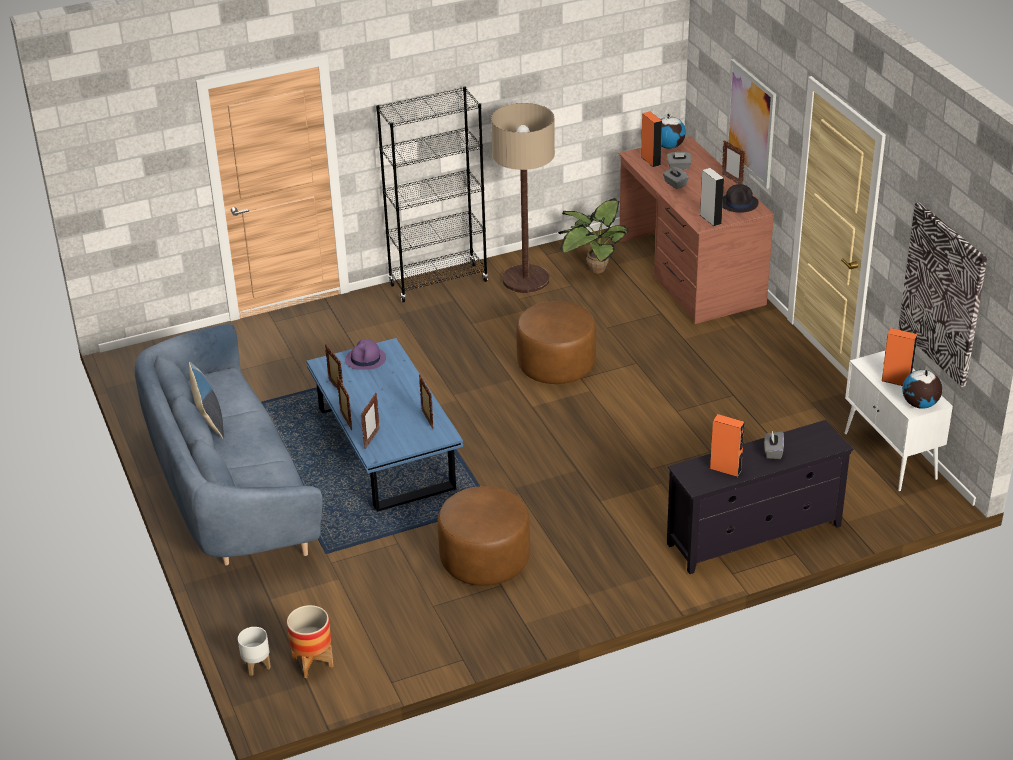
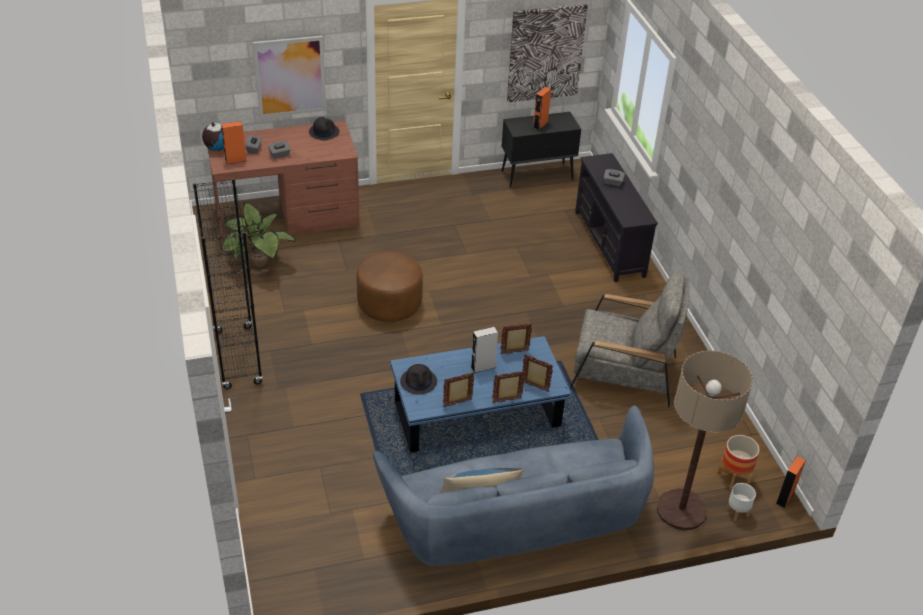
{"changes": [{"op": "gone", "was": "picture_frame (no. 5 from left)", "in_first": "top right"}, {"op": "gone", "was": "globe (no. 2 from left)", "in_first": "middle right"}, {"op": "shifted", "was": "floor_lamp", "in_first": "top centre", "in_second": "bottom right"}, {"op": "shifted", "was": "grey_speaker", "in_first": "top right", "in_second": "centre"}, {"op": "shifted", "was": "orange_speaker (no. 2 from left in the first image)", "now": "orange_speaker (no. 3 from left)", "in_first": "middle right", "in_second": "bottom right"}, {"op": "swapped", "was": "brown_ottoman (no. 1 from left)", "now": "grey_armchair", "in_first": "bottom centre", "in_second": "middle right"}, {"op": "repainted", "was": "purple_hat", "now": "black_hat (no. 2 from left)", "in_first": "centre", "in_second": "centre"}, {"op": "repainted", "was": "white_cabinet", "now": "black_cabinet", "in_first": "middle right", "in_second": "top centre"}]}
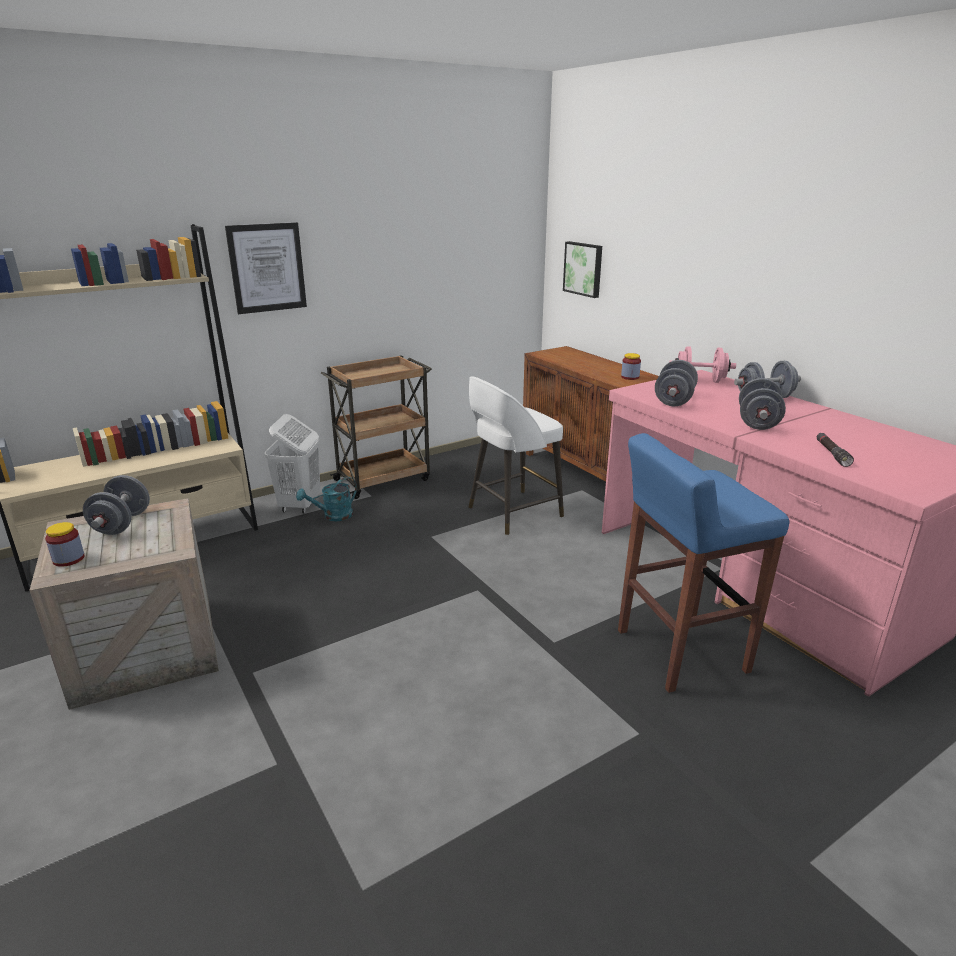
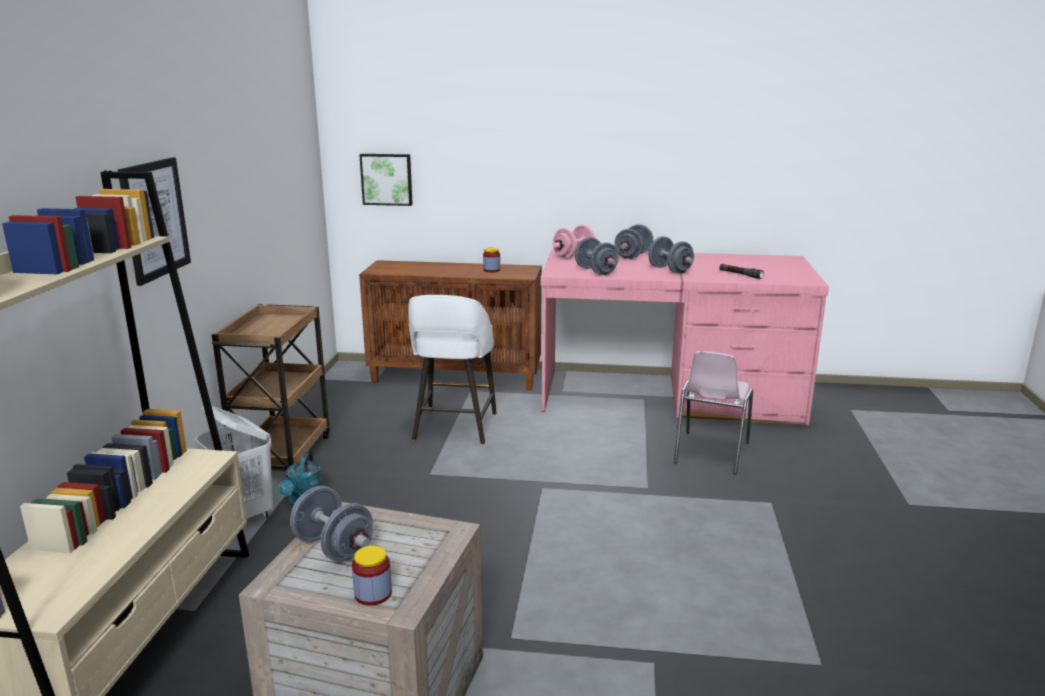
{"changes": [{"op": "swapped", "was": "blue_stool", "now": "pink_chair", "in_first": "middle right", "in_second": "middle right"}]}
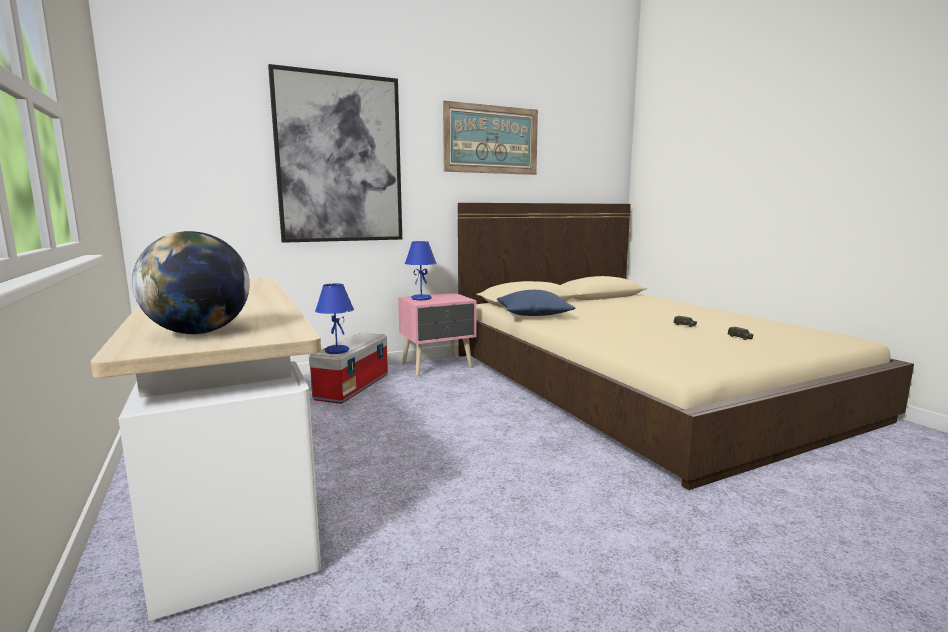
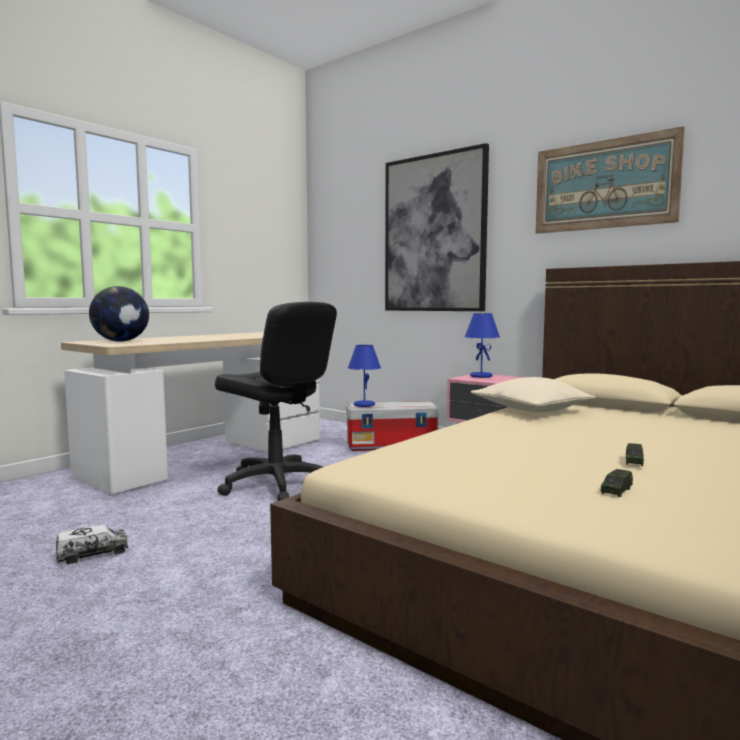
{"changes": [{"op": "new", "now": "toy_truck", "in_second": "bottom left"}, {"op": "new", "now": "black_office_chair", "in_second": "centre"}, {"op": "repainted", "was": "blue_pillow", "now": "beige_pillow", "in_first": "centre", "in_second": "middle right"}]}
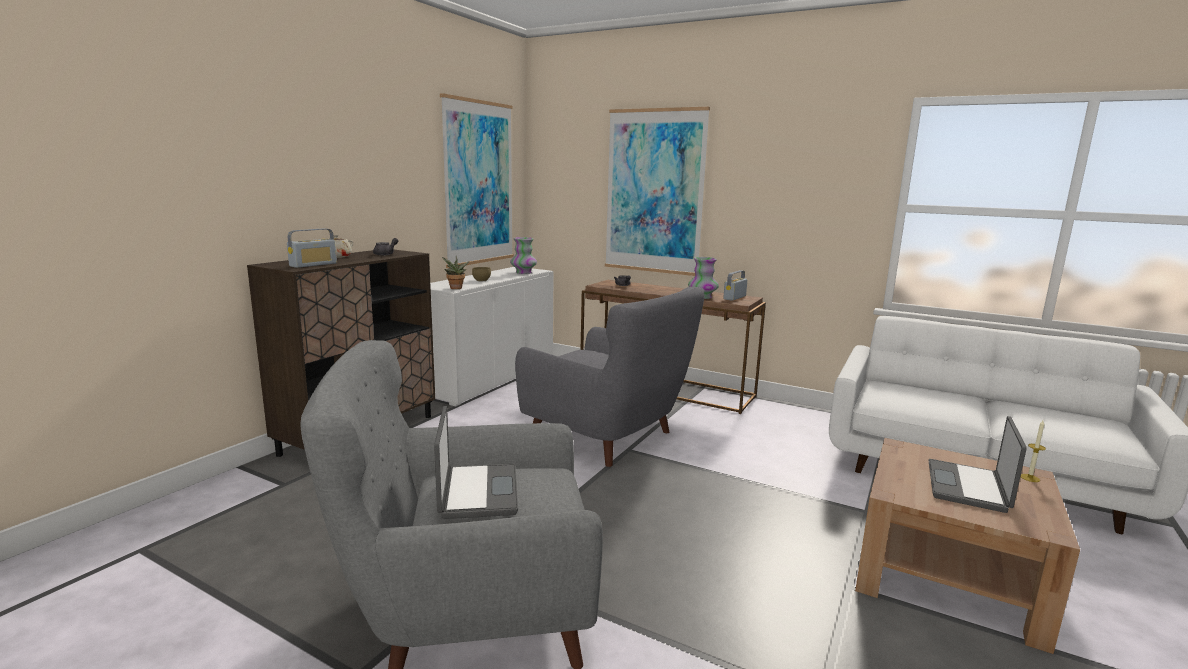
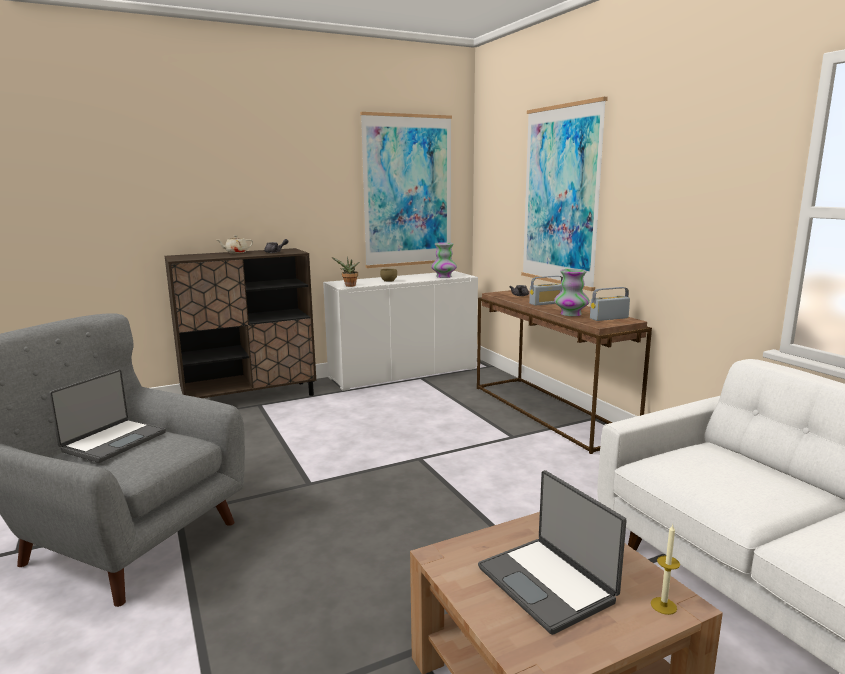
{"changes": [{"op": "gone", "was": "grey_armchair (no. 2 from left)", "in_first": "centre"}, {"op": "shifted", "was": "radio (no. 1 from left)", "in_first": "middle left", "in_second": "centre"}, {"op": "rotated", "was": "laptop (no. 2 from left)", "in_first": "bottom right", "in_second": "bottom centre", "clockwise": -90}]}
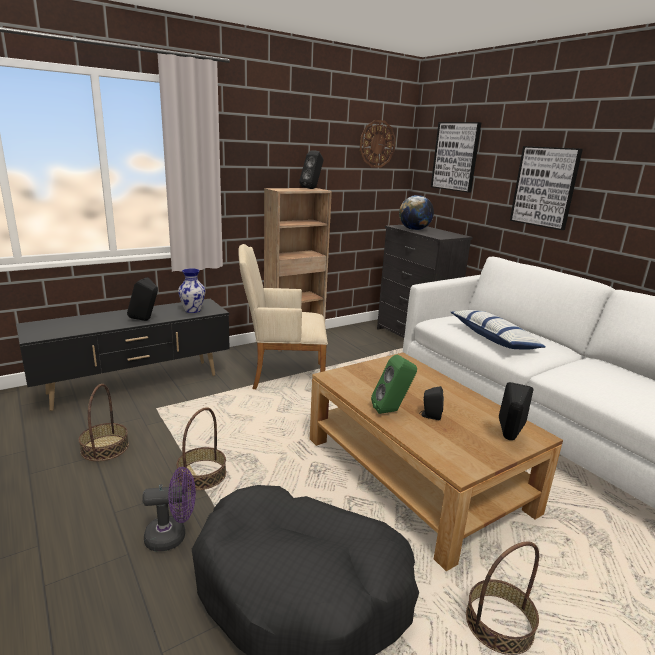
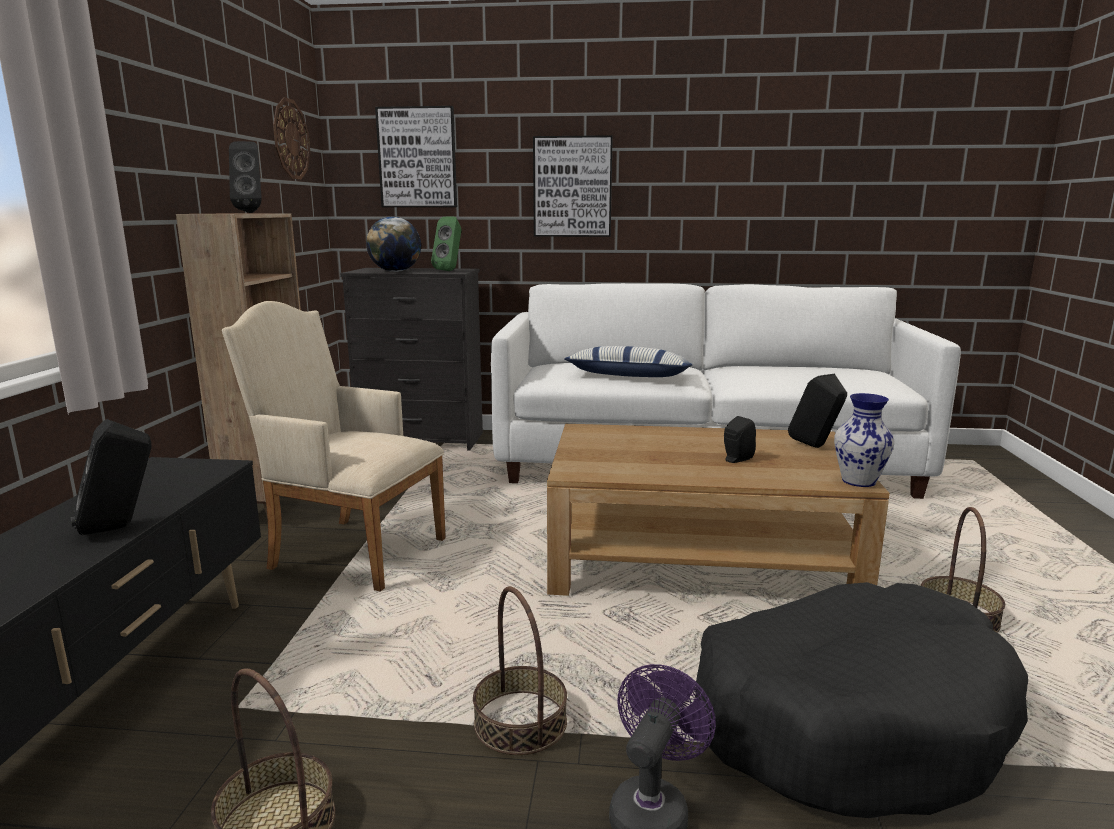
{"changes": [{"op": "shifted", "was": "vase", "in_first": "middle left", "in_second": "middle right"}, {"op": "shifted", "was": "green_speaker", "in_first": "centre", "in_second": "top centre"}, {"op": "rotated", "was": "beige_armchair", "in_first": "centre", "in_second": "middle left", "clockwise": 75}]}
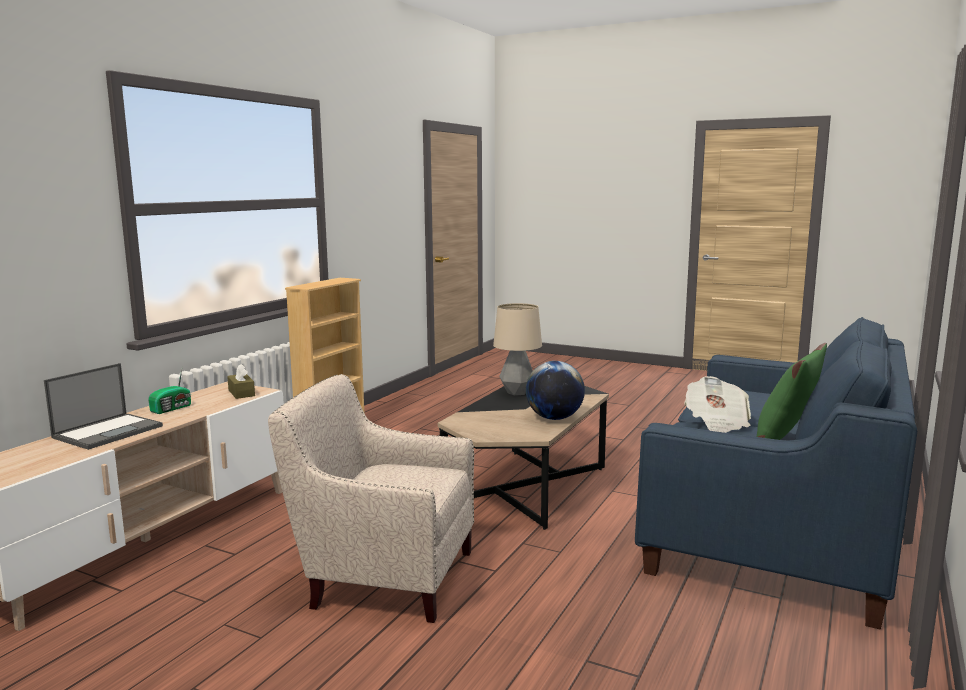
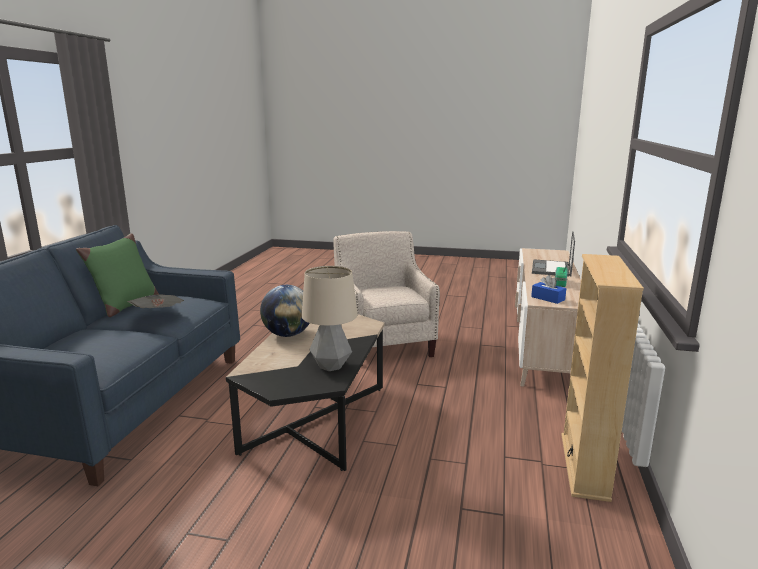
{"changes": [{"op": "repainted", "was": "brown_tissue_box", "now": "blue_tissue_box", "in_first": "middle left", "in_second": "middle right"}, {"op": "rotated", "was": "beige_armchair", "in_first": "bottom centre", "in_second": "centre", "clockwise": -105}]}
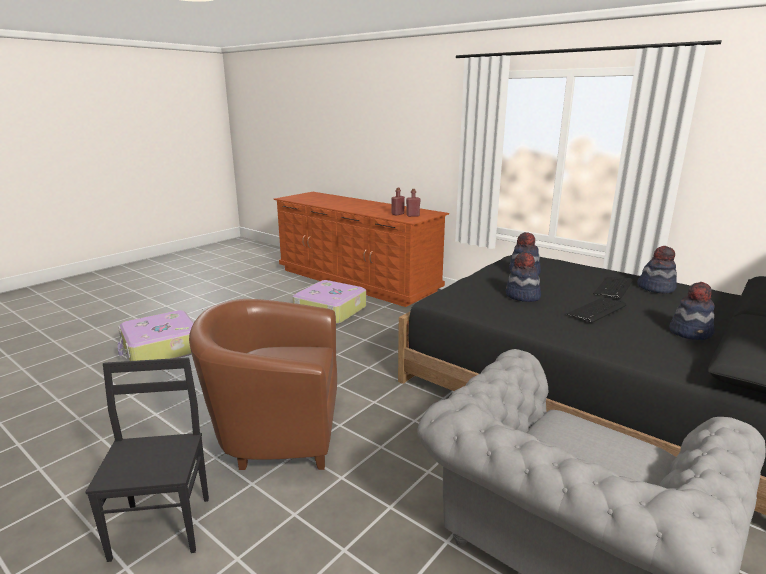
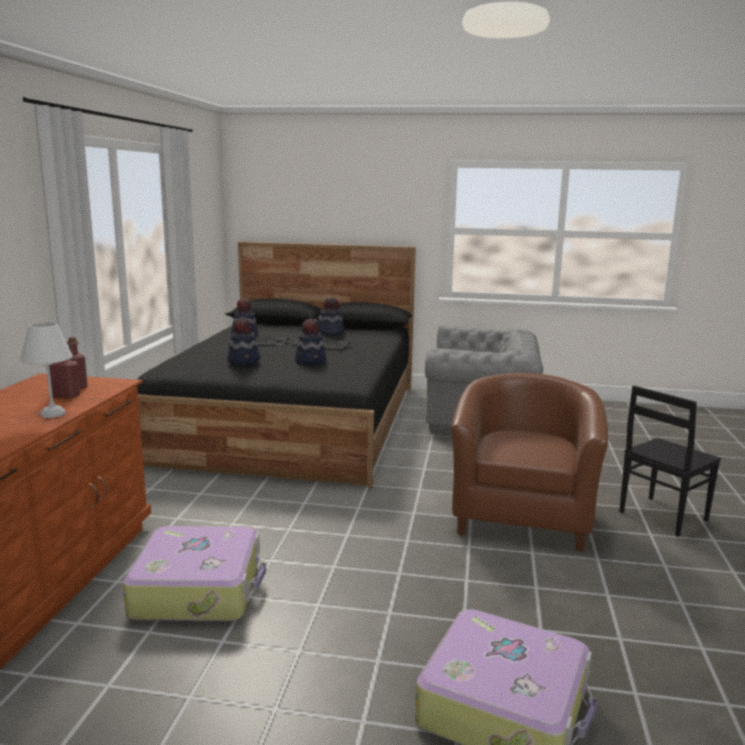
{"changes": [{"op": "new", "now": "white_table_lamp", "in_second": "middle left"}, {"op": "rotated", "was": "brown_armchair", "in_first": "bottom centre", "in_second": "middle right", "clockwise": -135}]}
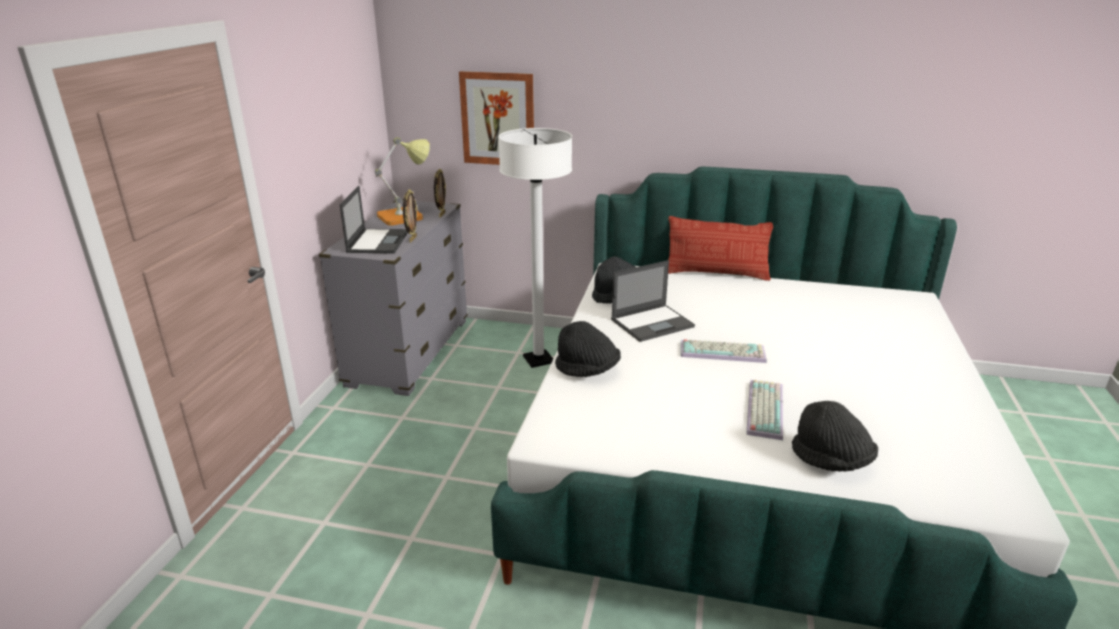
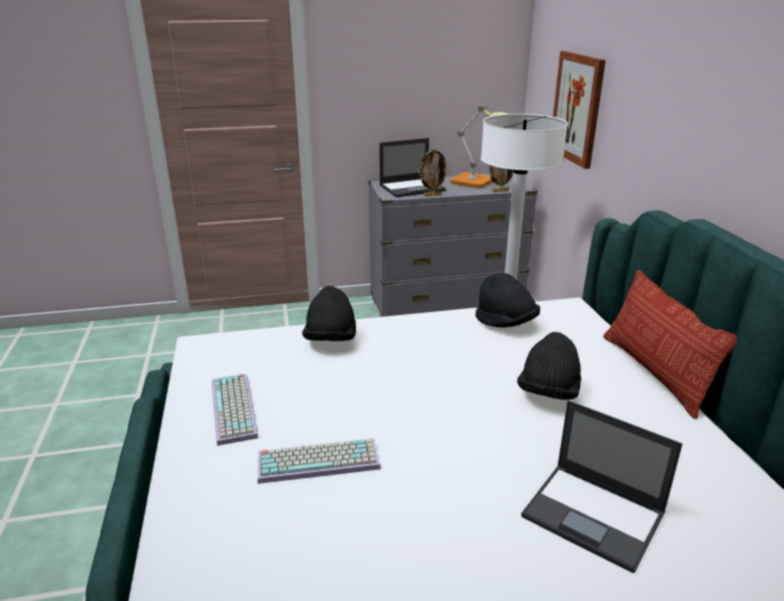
{"changes": [{"op": "shifted", "was": "laptop (no. 2 from left)", "in_first": "centre", "in_second": "bottom right"}, {"op": "shifted", "was": "keyboard (no. 1 from left)", "in_first": "centre", "in_second": "bottom left"}, {"op": "shifted", "was": "black_hat (no. 3 from left)", "in_first": "bottom right", "in_second": "middle right"}]}
